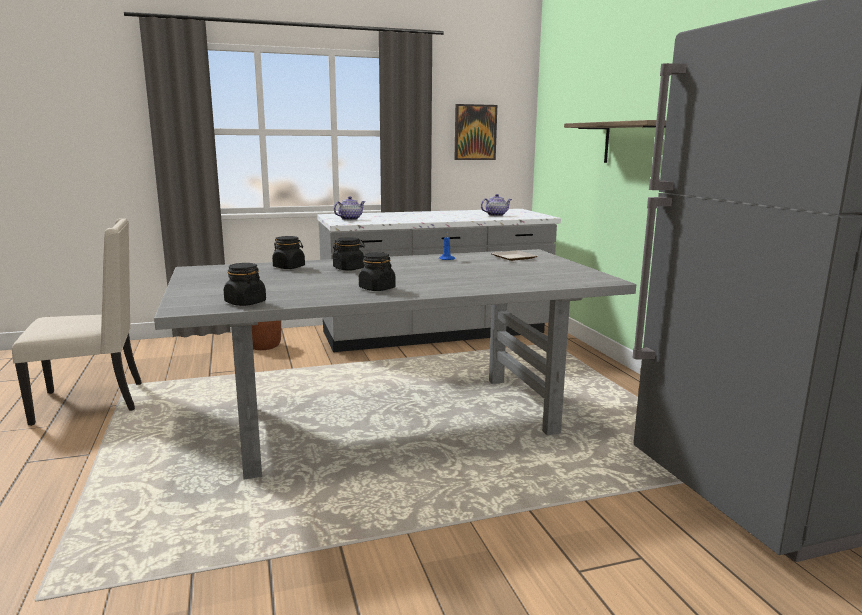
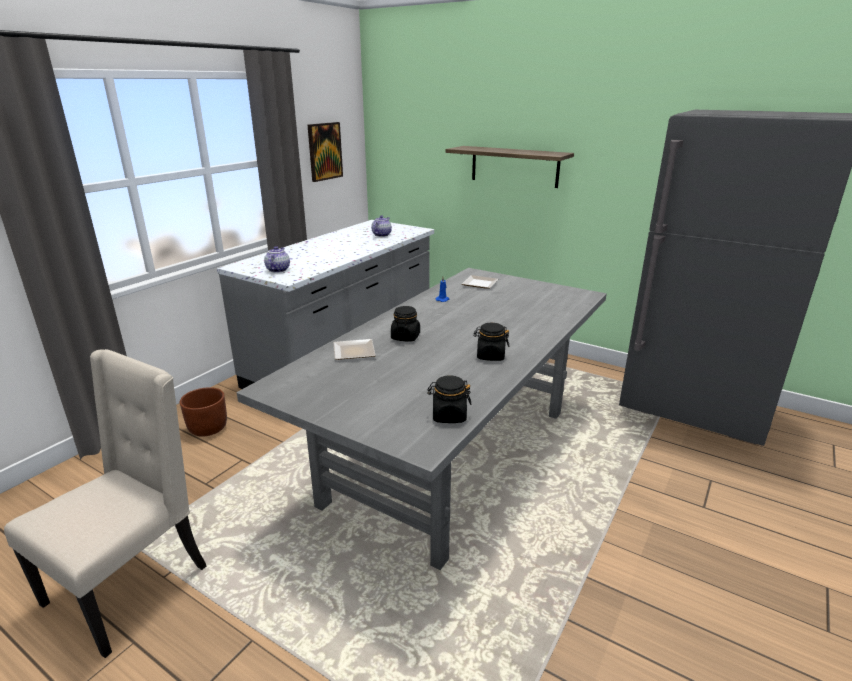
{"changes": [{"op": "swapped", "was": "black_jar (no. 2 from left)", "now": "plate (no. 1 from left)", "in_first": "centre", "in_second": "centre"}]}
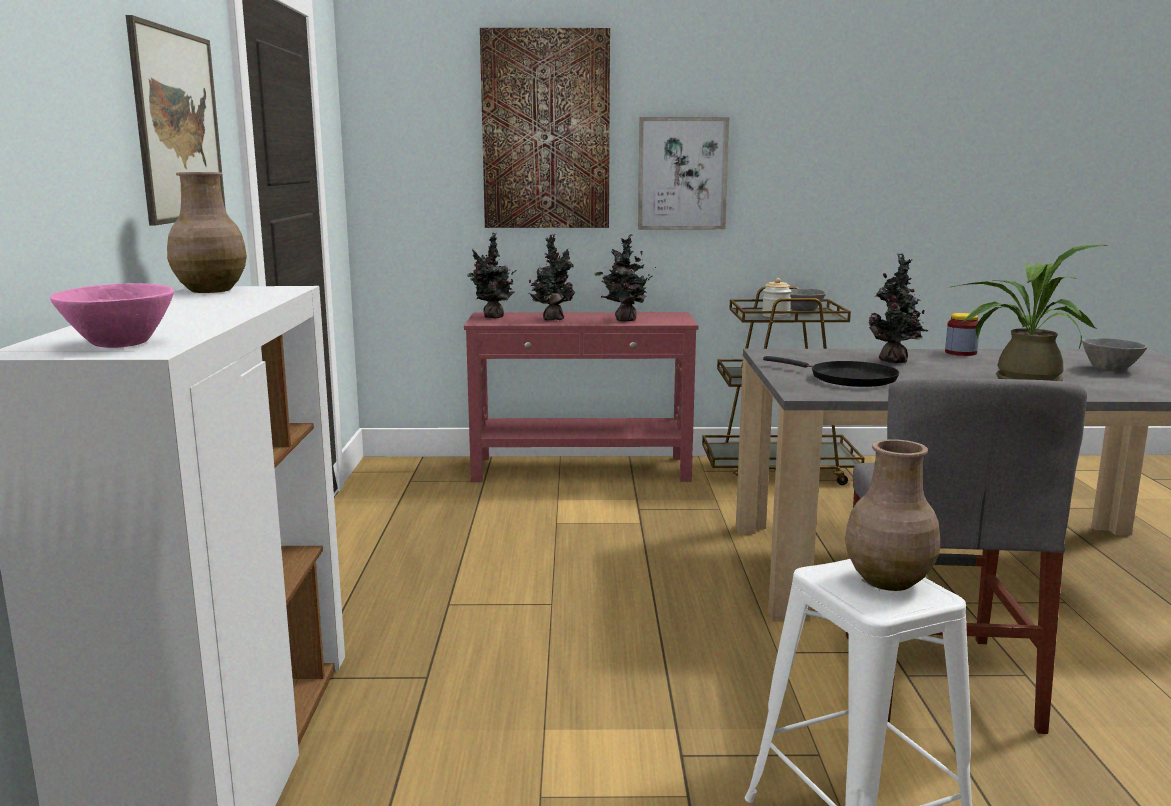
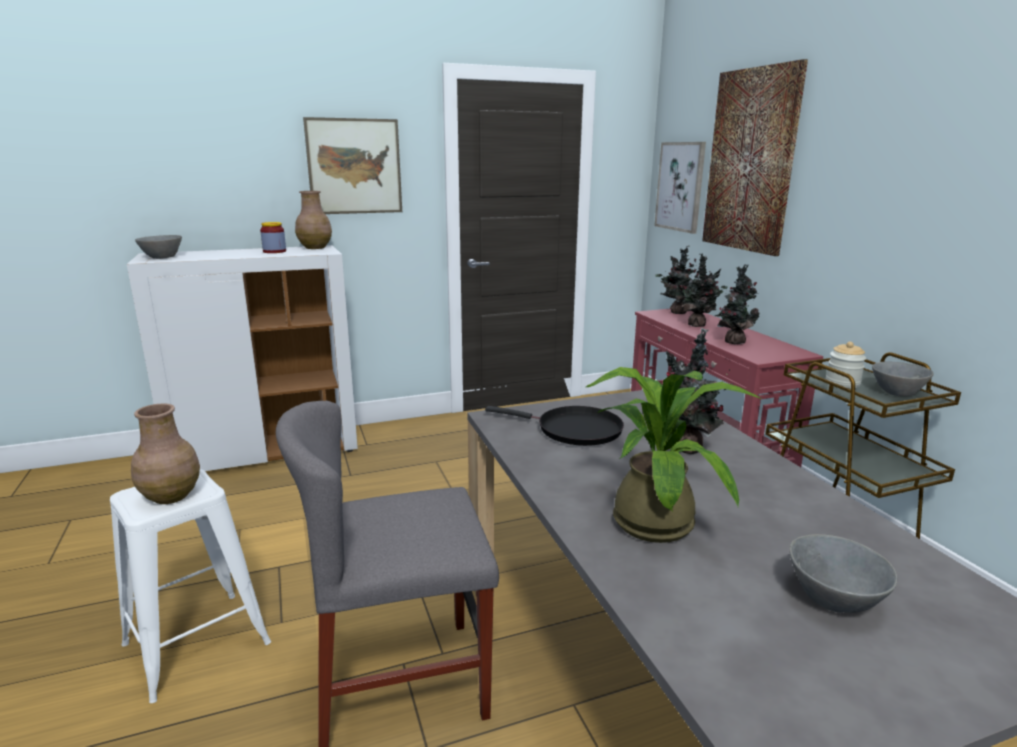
{"changes": [{"op": "shifted", "was": "picture (no. 3 from left in the first image)", "now": "picture (no. 2 from left)", "in_first": "top centre", "in_second": "top right"}, {"op": "shifted", "was": "jar (no. 2 from left in the first image)", "now": "jar (no. 1 from left)", "in_first": "middle right", "in_second": "top left"}, {"op": "repainted", "was": "pink_bowl", "now": "grey_bowl (no. 1 from left)", "in_first": "middle left", "in_second": "top left"}, {"op": "rotated", "was": "black_frying_pan", "in_first": "middle right", "in_second": "centre", "clockwise": -90}]}
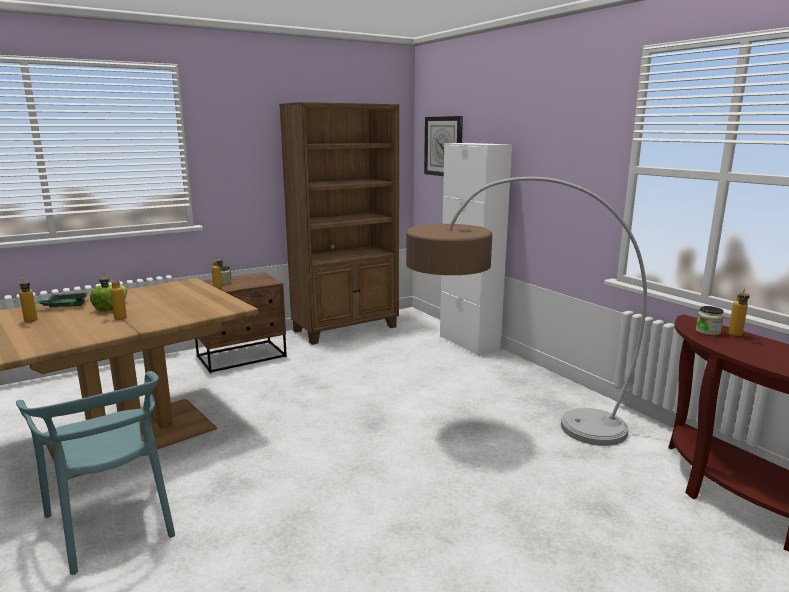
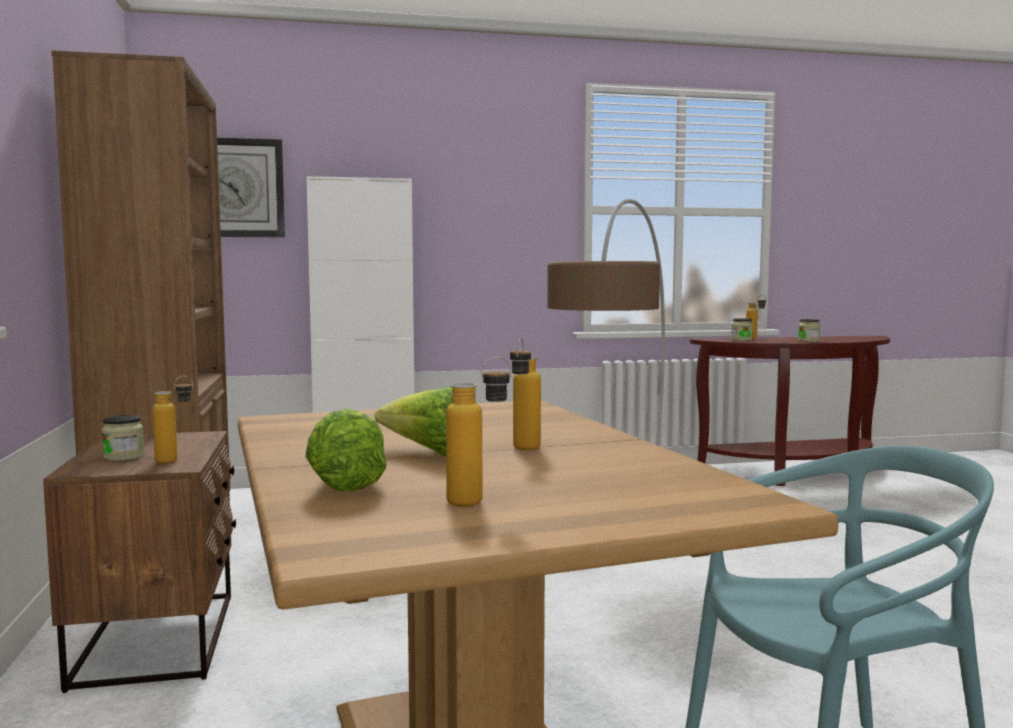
{"changes": [{"op": "new", "now": "jar (no. 3 from left)", "in_second": "middle right"}, {"op": "swapped", "was": "green_tray", "now": "lettuce (no. 1 from left)", "in_first": "middle left", "in_second": "centre"}]}
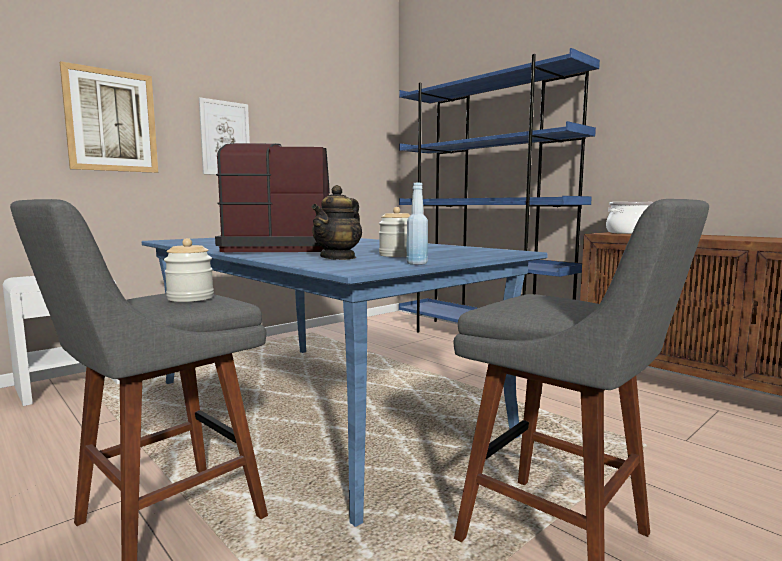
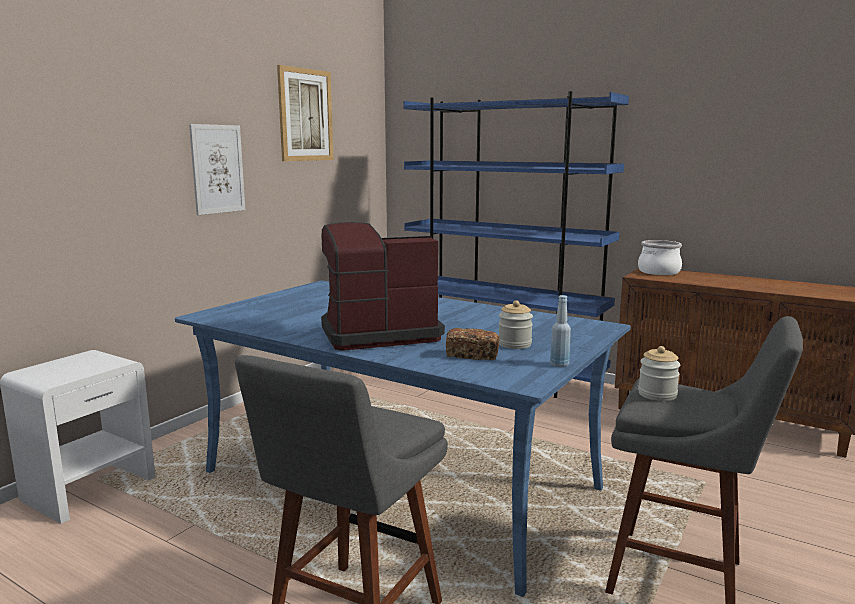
{"changes": [{"op": "shifted", "was": "picture (no. 1 from left in the first image)", "now": "picture (no. 2 from left)", "in_first": "top left", "in_second": "top centre"}, {"op": "shifted", "was": "jar (no. 1 from left in the first image)", "now": "jar (no. 2 from left)", "in_first": "middle left", "in_second": "middle right"}, {"op": "swapped", "was": "teapot", "now": "bread", "in_first": "centre", "in_second": "centre"}]}
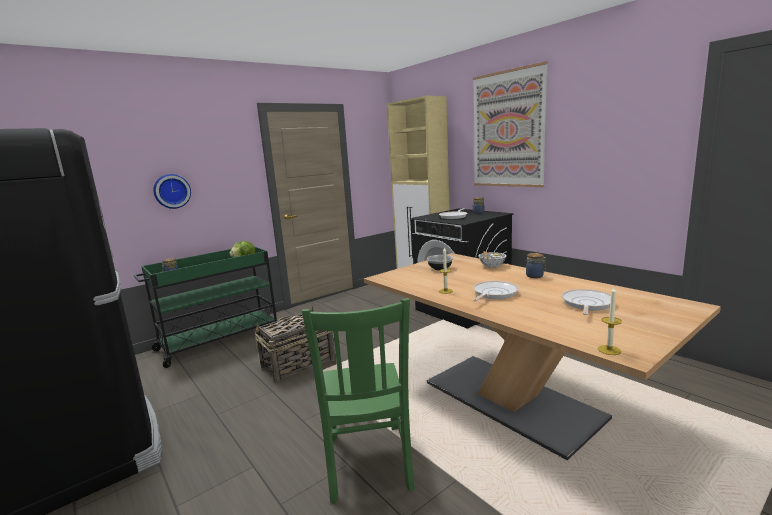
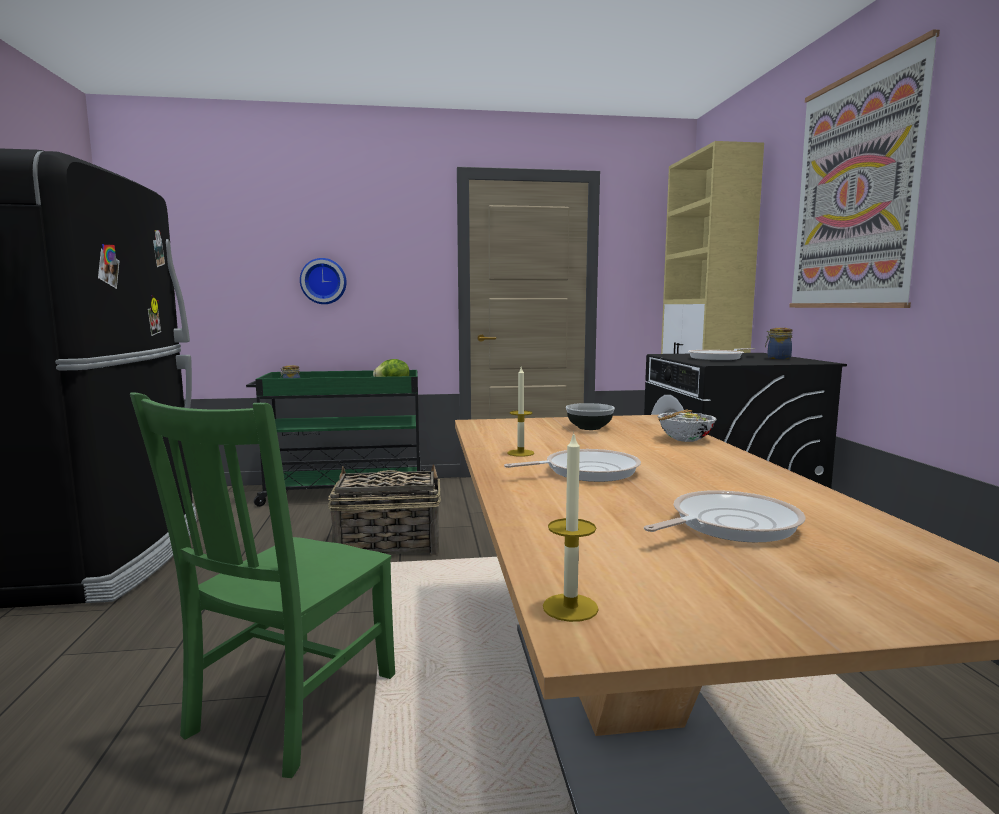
{"changes": [{"op": "gone", "was": "jar (no. 3 from left)", "in_first": "middle right"}]}
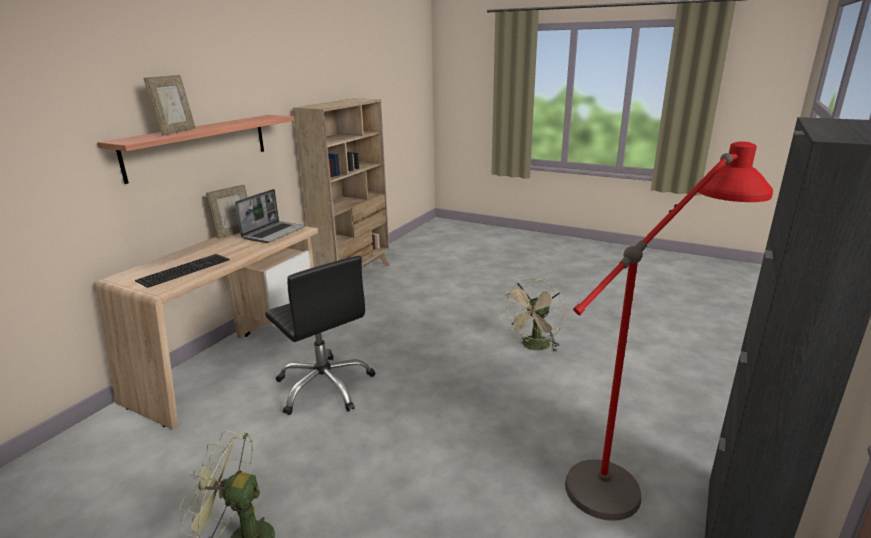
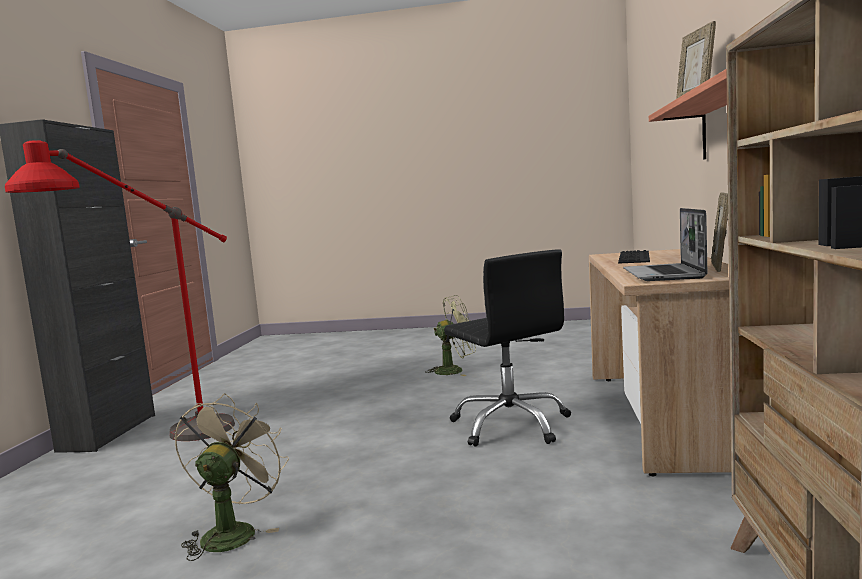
{"changes": [{"op": "rotated", "was": "black_office_chair", "in_first": "centre", "in_second": "centre", "clockwise": -150}]}
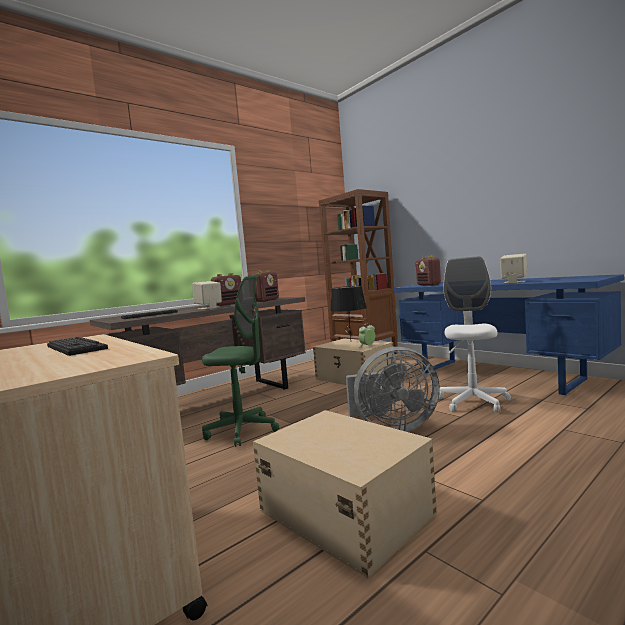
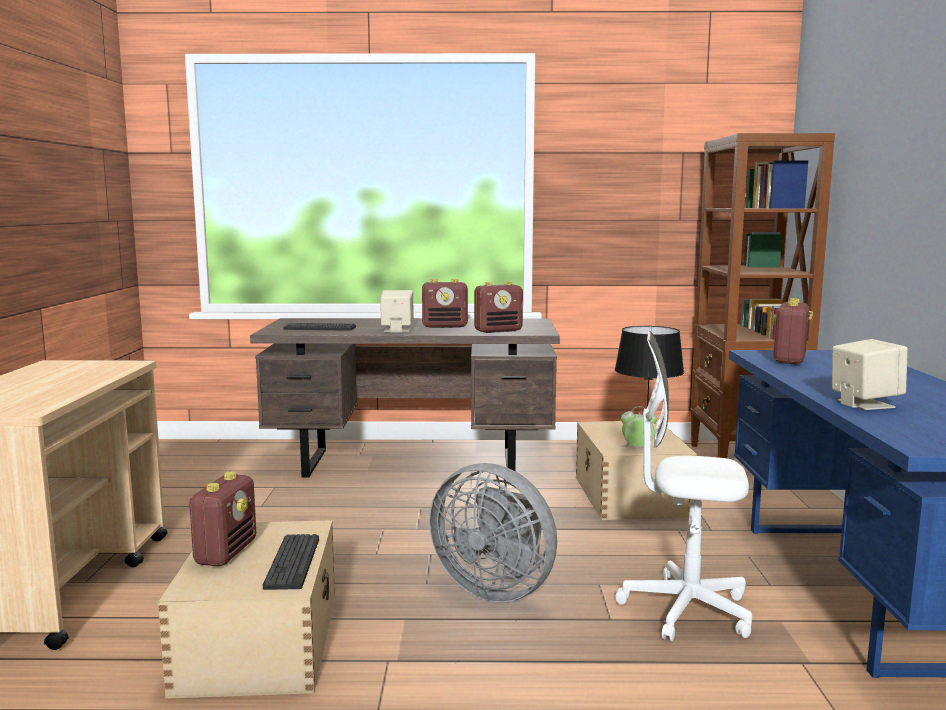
{"changes": [{"op": "gone", "was": "green_office_chair", "in_first": "centre"}, {"op": "new", "now": "radio (no. 1 from left)", "in_second": "bottom left"}, {"op": "shifted", "was": "keyboard (no. 1 from left)", "in_first": "middle left", "in_second": "bottom left"}, {"op": "rotated", "was": "white_office_chair", "in_first": "middle right", "in_second": "bottom right", "clockwise": -135}]}
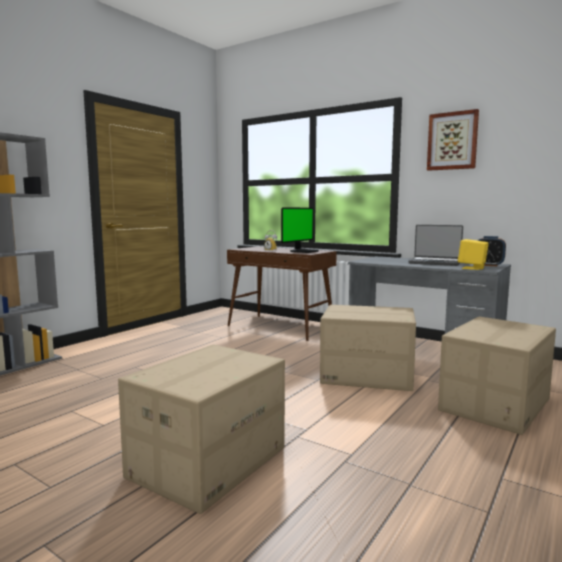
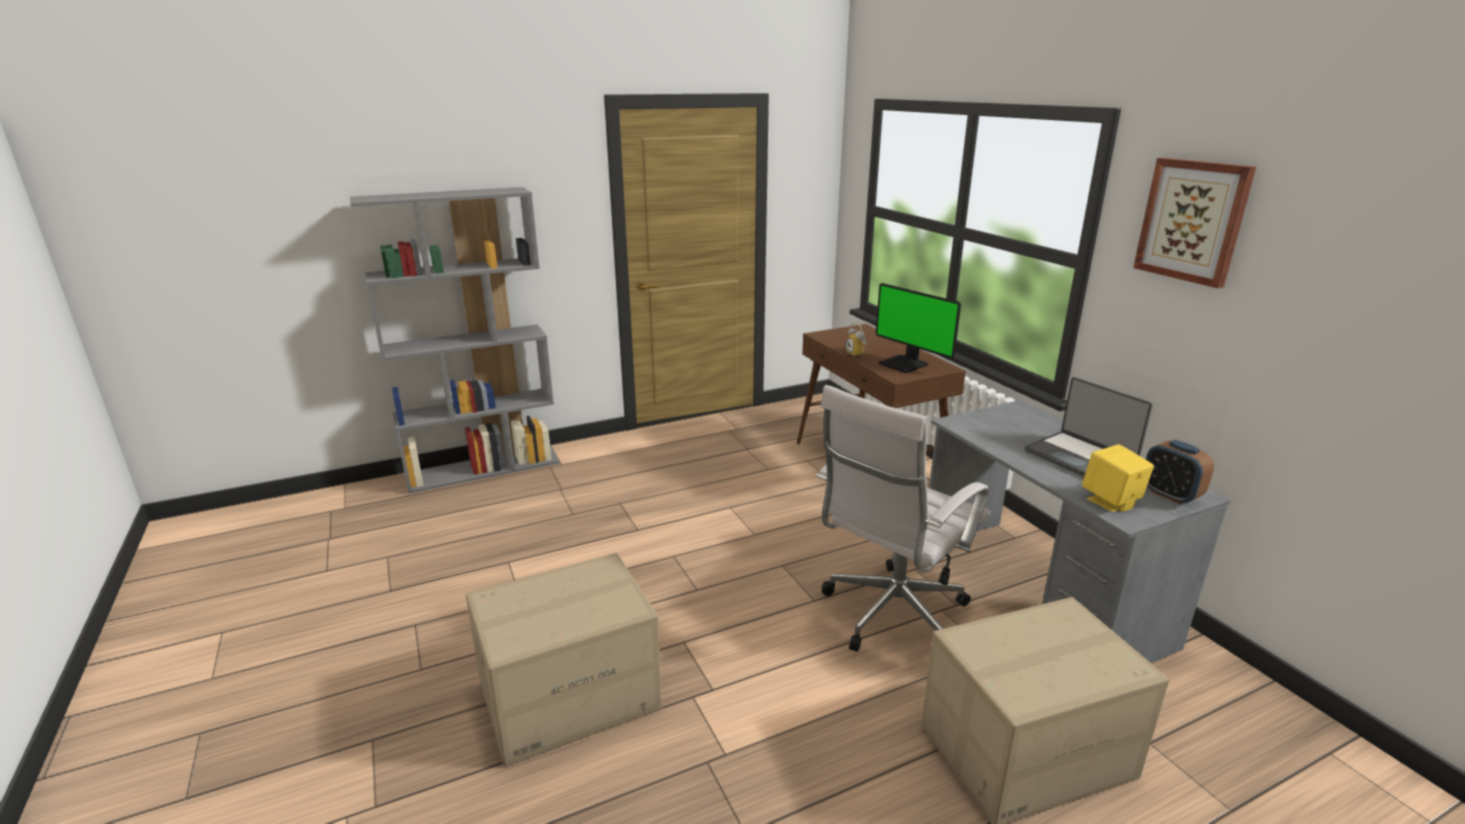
{"changes": [{"op": "swapped", "was": "cardboard_box (no. 2 from left)", "now": "white_office_chair", "in_first": "centre", "in_second": "centre"}, {"op": "rotated", "was": "monitor", "in_first": "centre", "in_second": "centre", "clockwise": 75}]}
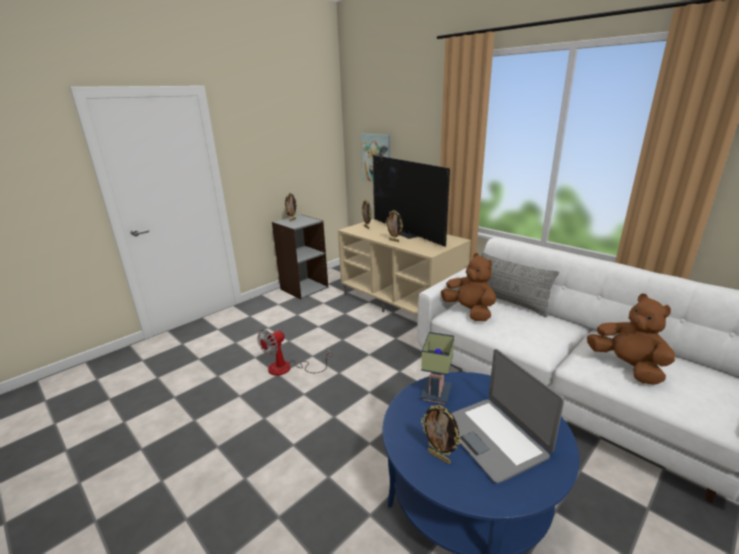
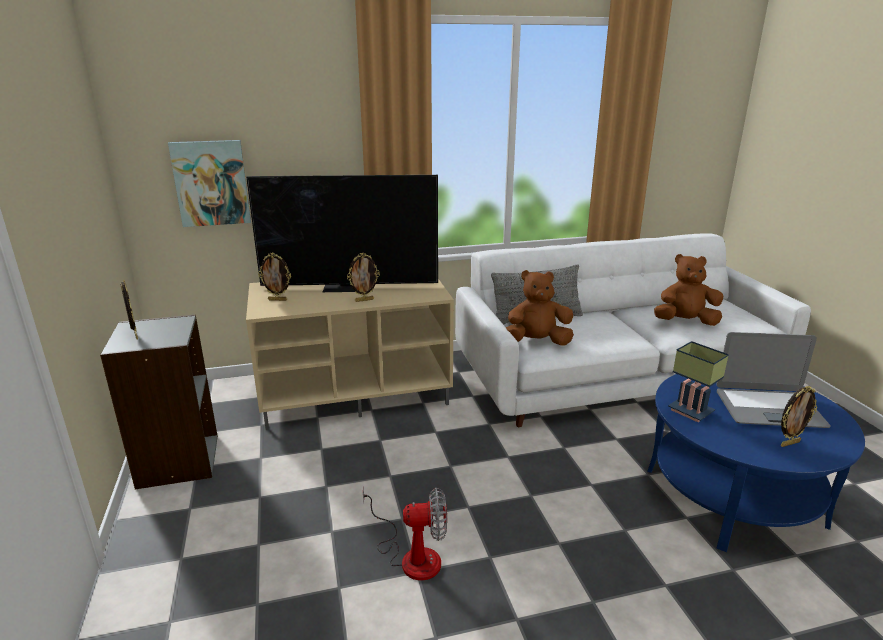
{"changes": [{"op": "rotated", "was": "fan", "in_first": "centre", "in_second": "bottom centre", "clockwise": -75}]}
